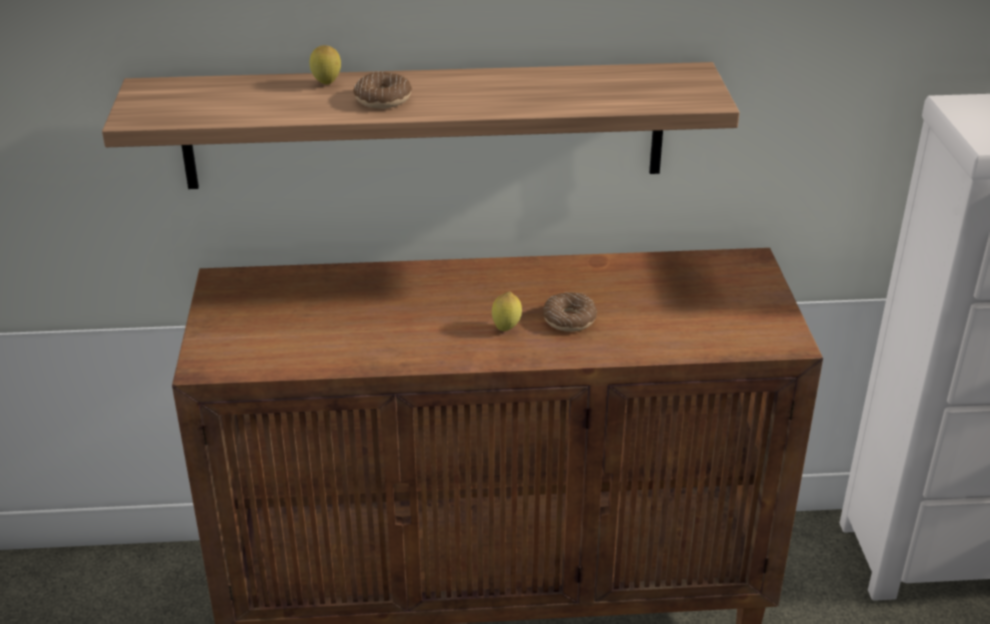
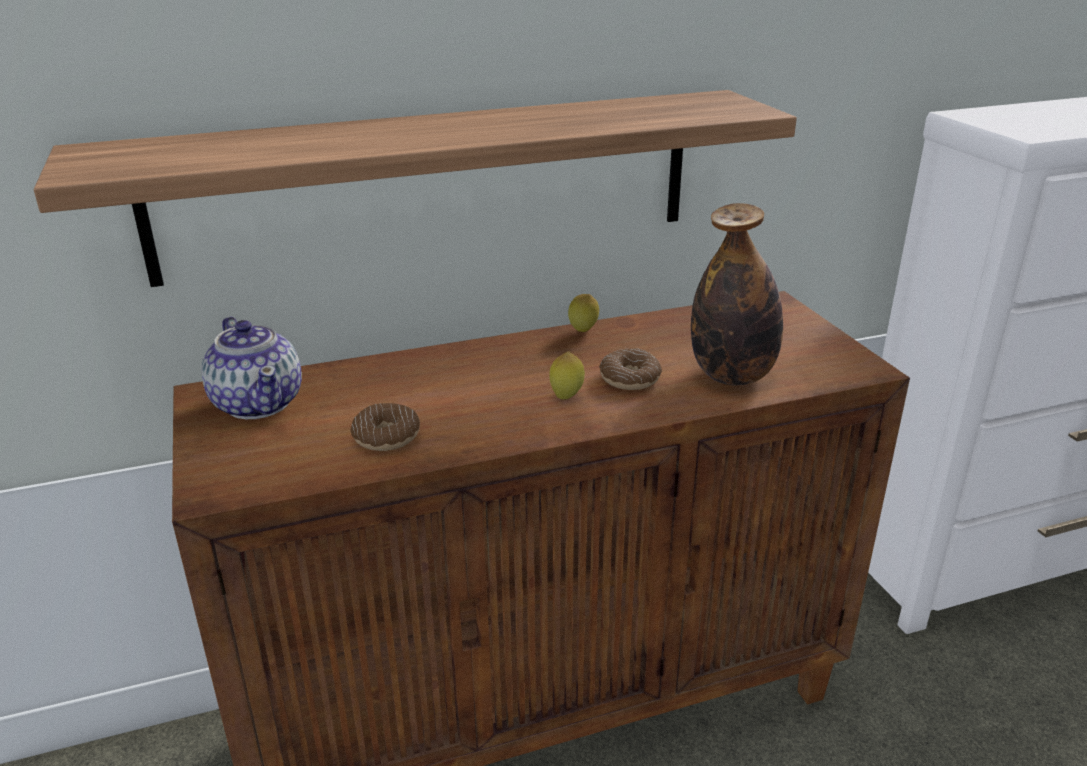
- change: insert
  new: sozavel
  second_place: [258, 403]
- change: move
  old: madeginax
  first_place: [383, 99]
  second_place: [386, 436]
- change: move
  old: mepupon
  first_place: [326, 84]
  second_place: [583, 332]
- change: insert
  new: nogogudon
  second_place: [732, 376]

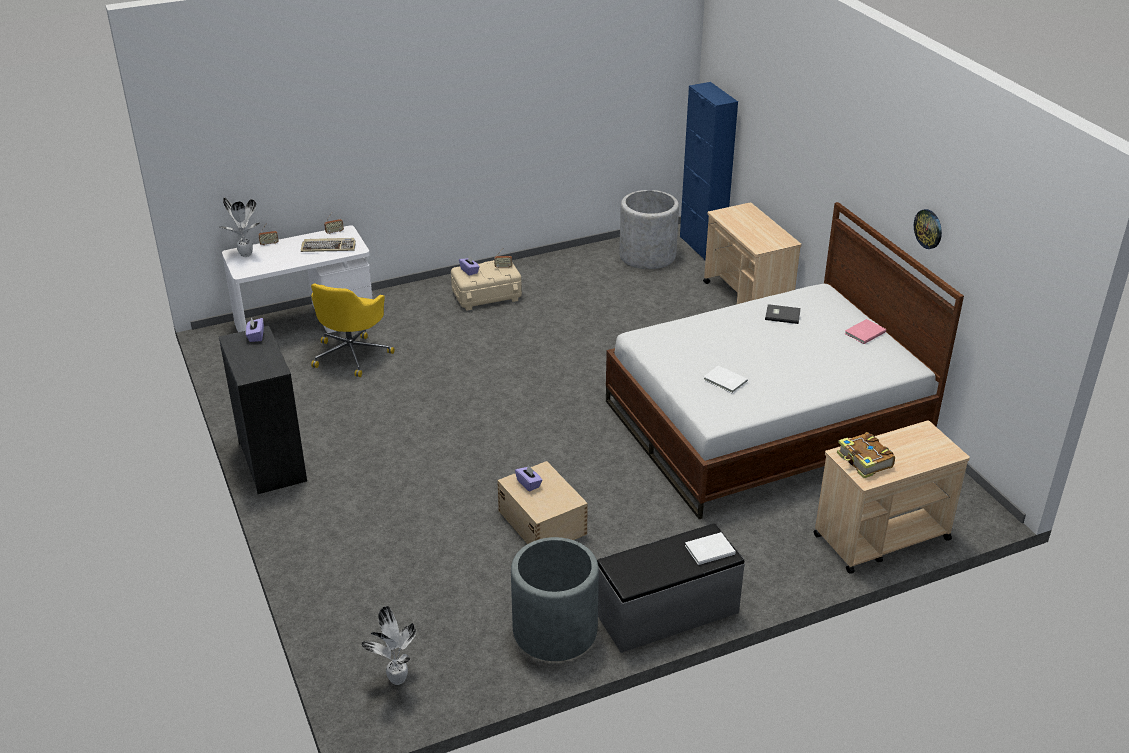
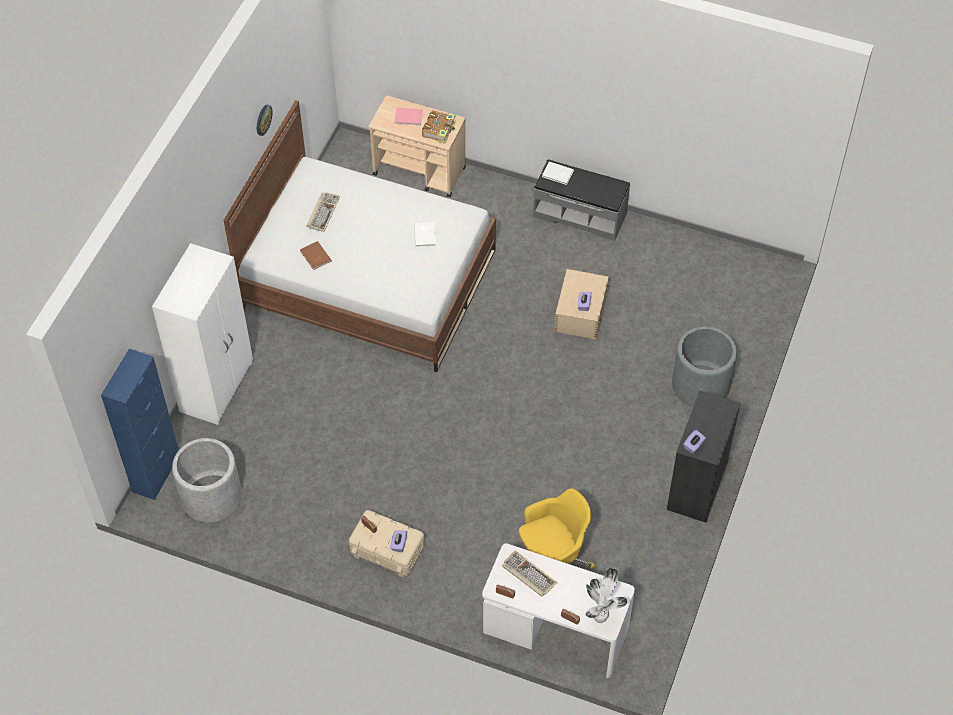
- change: replace
  old: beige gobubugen
  new: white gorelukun
  first_place: [747, 300]
  second_place: [217, 387]
- change: recolor
  old: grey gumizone
  new: brown gumizone
  first_place: [782, 315]
  second_place: [315, 257]
- change: insert
  new: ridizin
  second_place: [323, 212]
- change: move
  old: pink gumizone
  first_place: [864, 332]
  second_place: [409, 118]
- change: move
  old: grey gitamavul
  first_place: [555, 630]
  second_place: [700, 385]
- change: delete
  old: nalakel
  first_place: [396, 680]

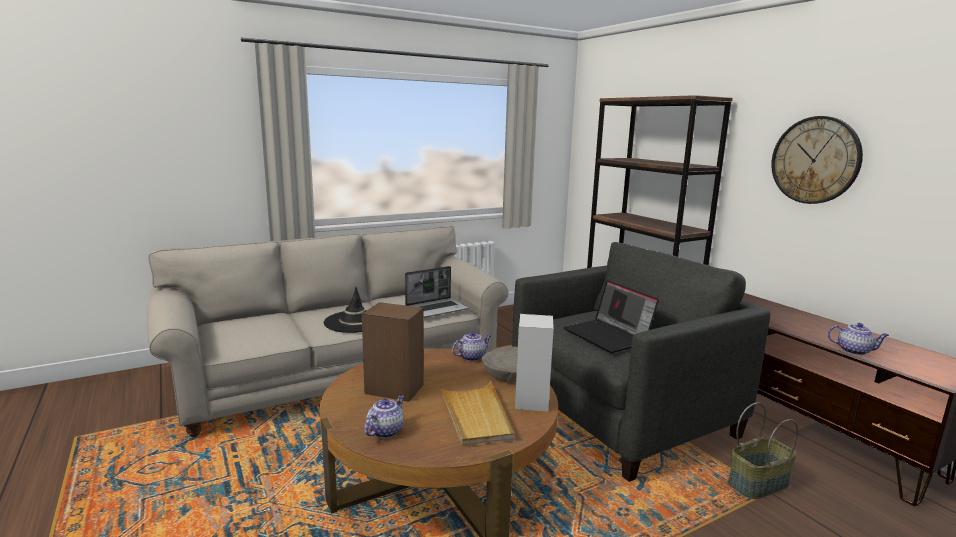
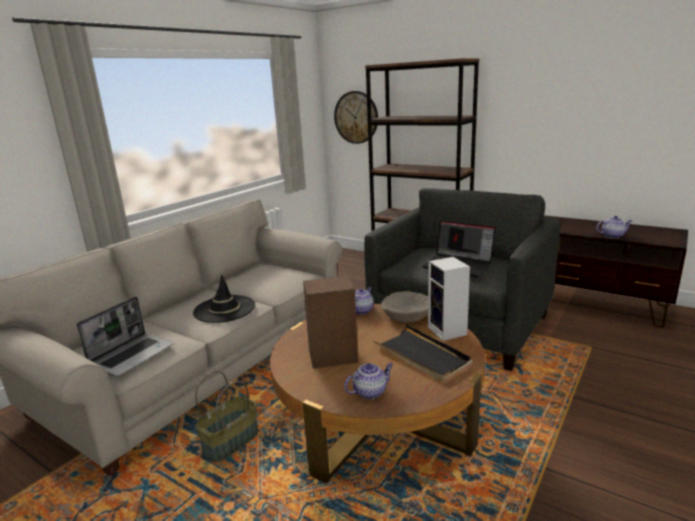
- change: move
  old: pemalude
  first_place: [437, 309]
  second_place: [132, 355]
- change: move
  old: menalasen
  first_place: [757, 483]
  second_place: [231, 441]
- change: move
  old: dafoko
  first_place: [815, 160]
  second_place: [356, 117]
- change: rotate
  old: sozavel
  first_place: [385, 431]
  second_place: [370, 392]
  degrees: 60
- change: recolor
  old: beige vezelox
  new: black vezelox
  first_place: [475, 415]
  second_place: [422, 355]

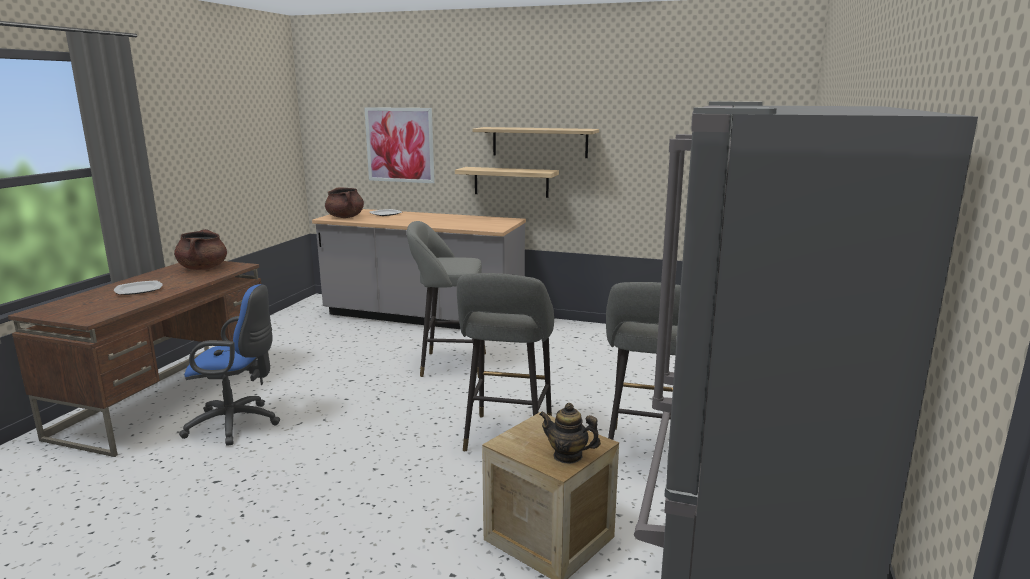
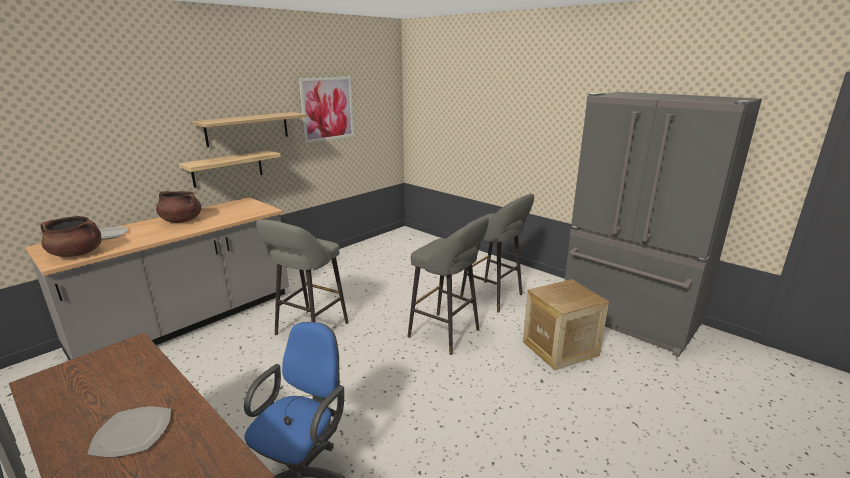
- change: move
  old: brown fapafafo
  first_place: [203, 268]
  second_place: [181, 220]
- change: move
  old: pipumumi
  first_place: [400, 145]
  second_place: [327, 109]
- change: delete
  old: sozavel
  first_place: [568, 456]

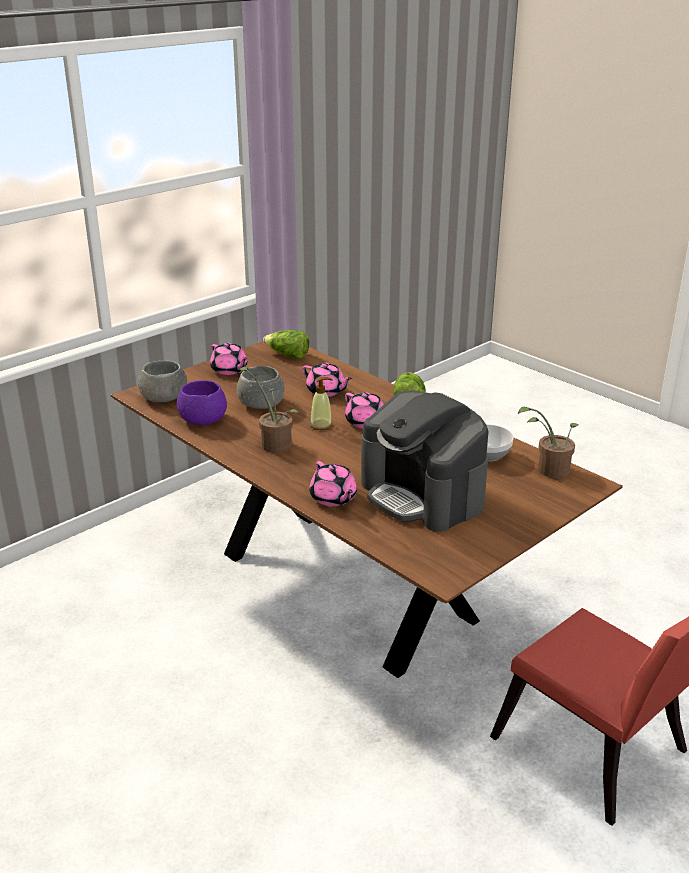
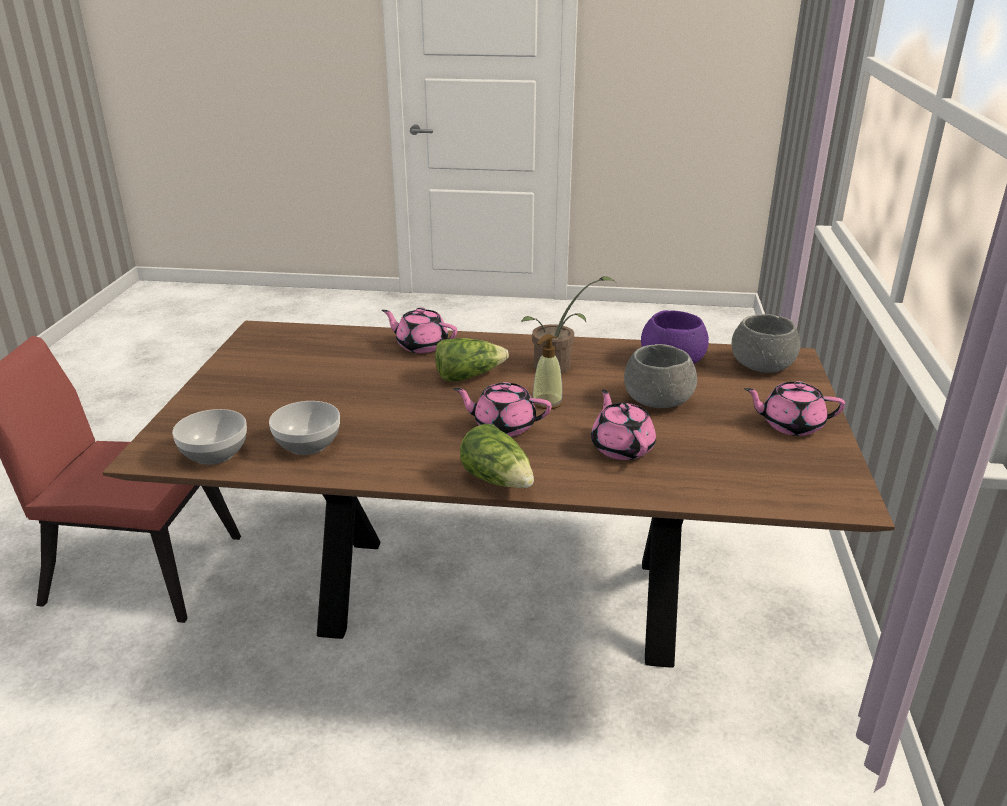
- change: replace
  old: nalakel
  new: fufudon
  first_place: [548, 470]
  second_place: [213, 454]
- change: move
  old: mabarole
  first_place: [287, 355]
  second_place: [468, 376]
- change: rotate
  old: pink sozavel
  first_place: [326, 391]
  second_place: [621, 447]
  degrees: 75
- change: delete
  old: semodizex
  first_place: [423, 495]

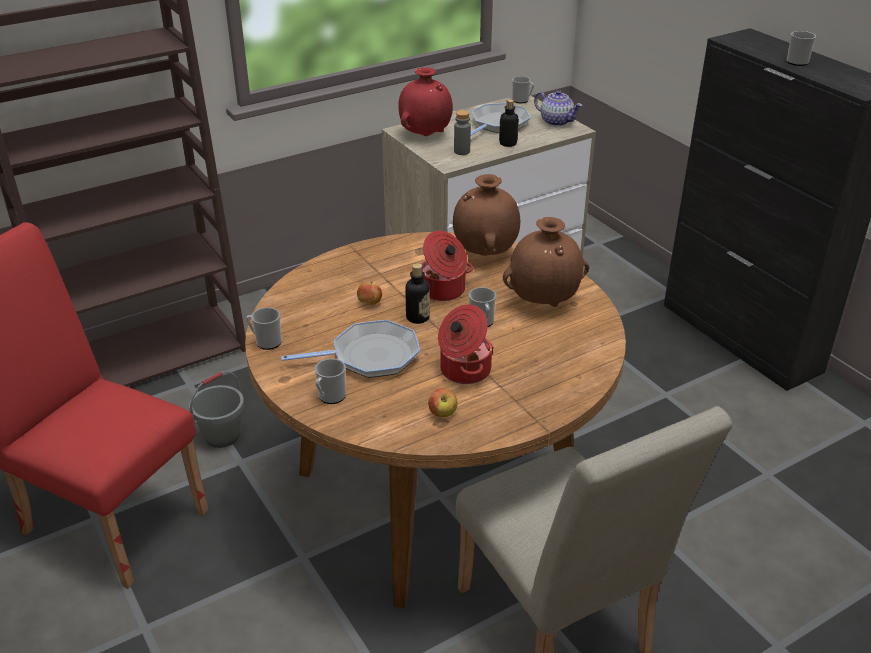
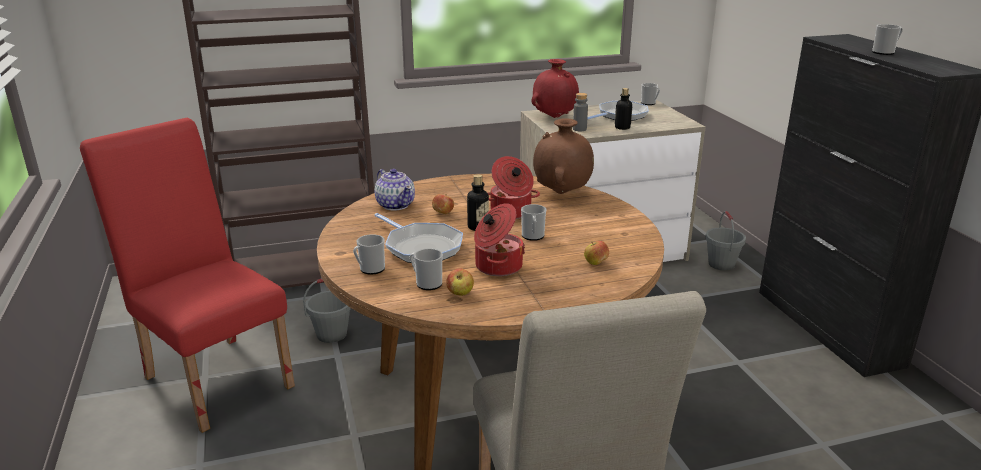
- change: rotate
  old: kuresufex
  first_place: [370, 356]
  second_place: [421, 247]
  degrees: 45
- change: move
  old: sozavel
  first_place: [556, 121]
  second_place: [395, 205]
- change: move
  old: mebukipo
  first_place: [265, 342]
  second_place: [426, 283]
- change: insert
  new: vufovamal
  second_place: [595, 263]
- change: insert
  new: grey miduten
  second_place: [721, 264]
- change: delete
  old: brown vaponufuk
  first_place: [544, 301]

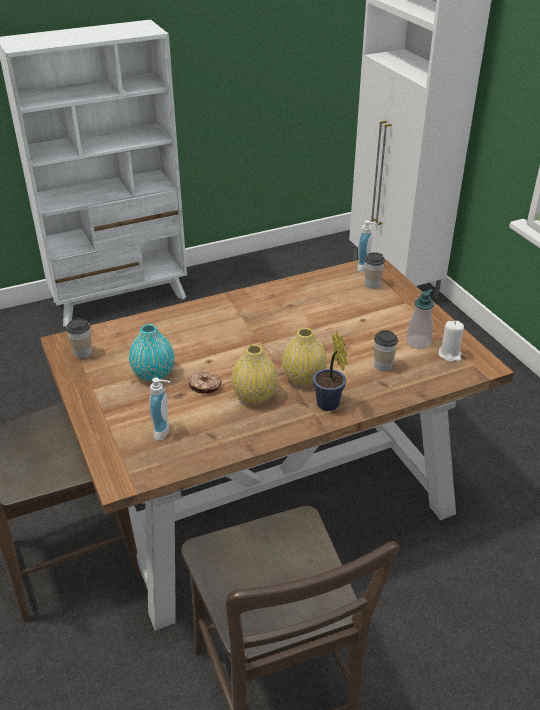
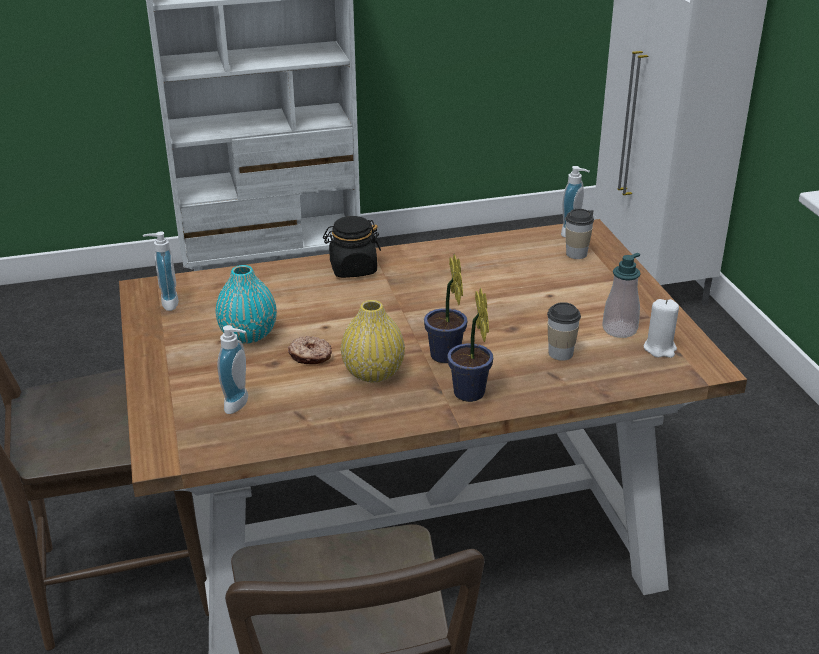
- change: replace
  old: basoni
  new: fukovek
  first_place: [83, 353]
  second_place: [166, 303]
- change: insert
  new: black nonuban
  second_place: [353, 269]
- change: replace
  old: yellow vaponufuk
  new: nalakel
  first_place: [303, 377]
  second_place: [446, 358]

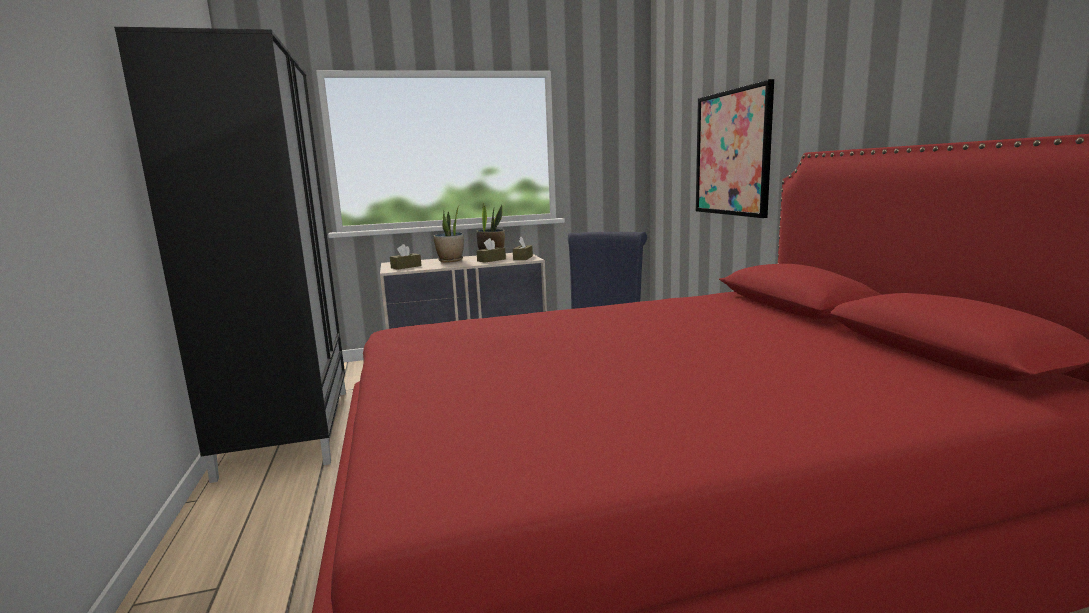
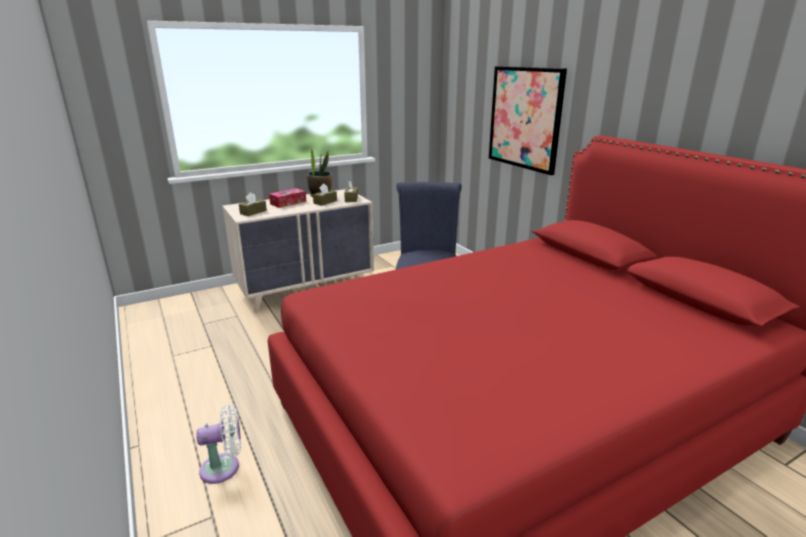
- change: insert
  new: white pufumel
  second_place: [224, 468]
- change: replace
  old: nalakel
  new: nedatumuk
  first_place: [450, 261]
  second_place: [288, 203]
- change: delete
  old: black gorelukun
  first_place: [288, 430]

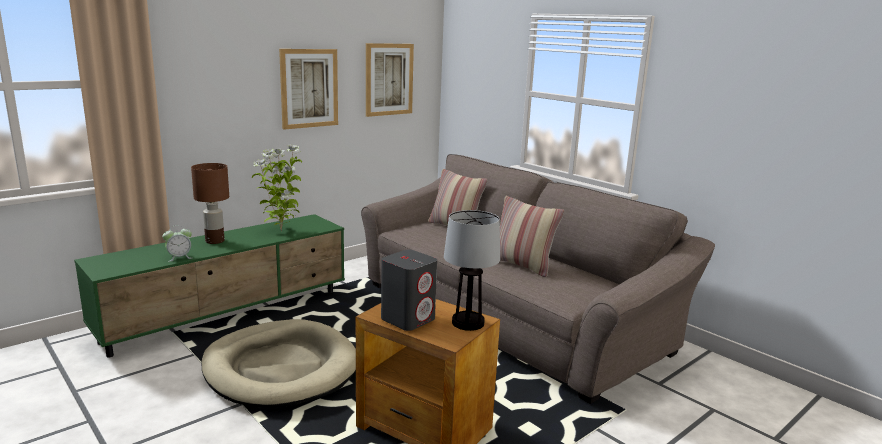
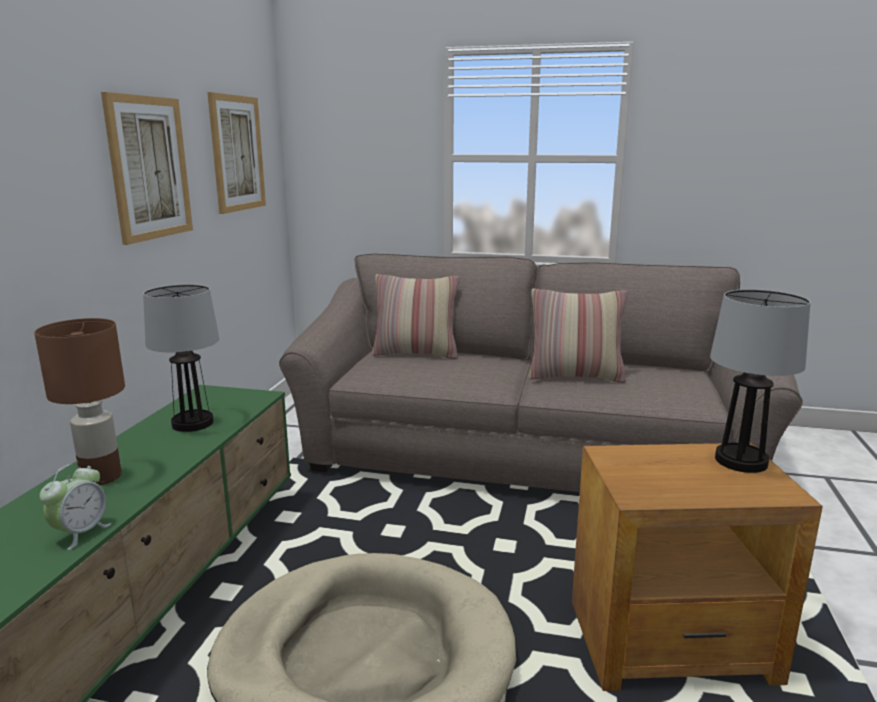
- change: replace
  old: nalakel
  new: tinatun
  first_place: [281, 230]
  second_place: [193, 423]
- change: delete
  old: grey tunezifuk
  first_place: [408, 319]

